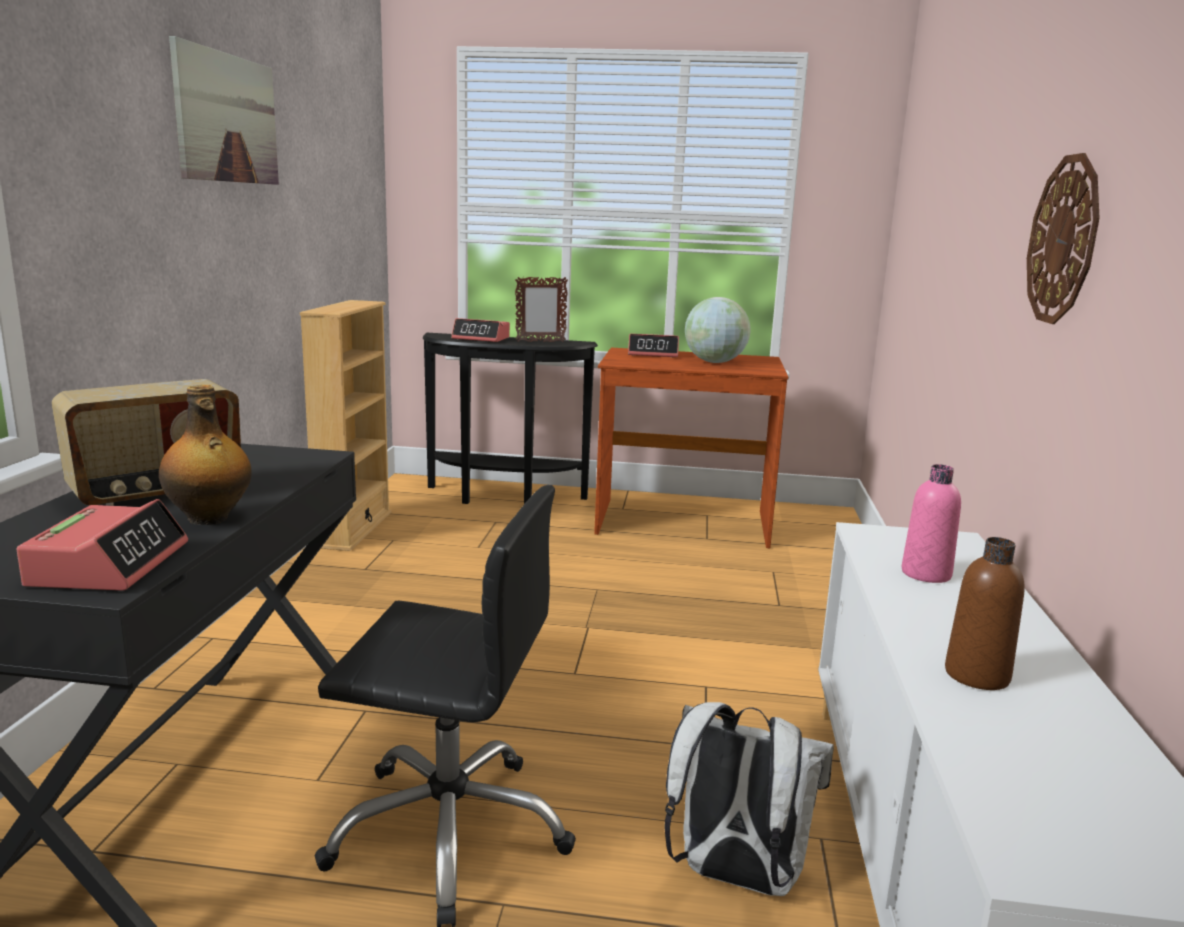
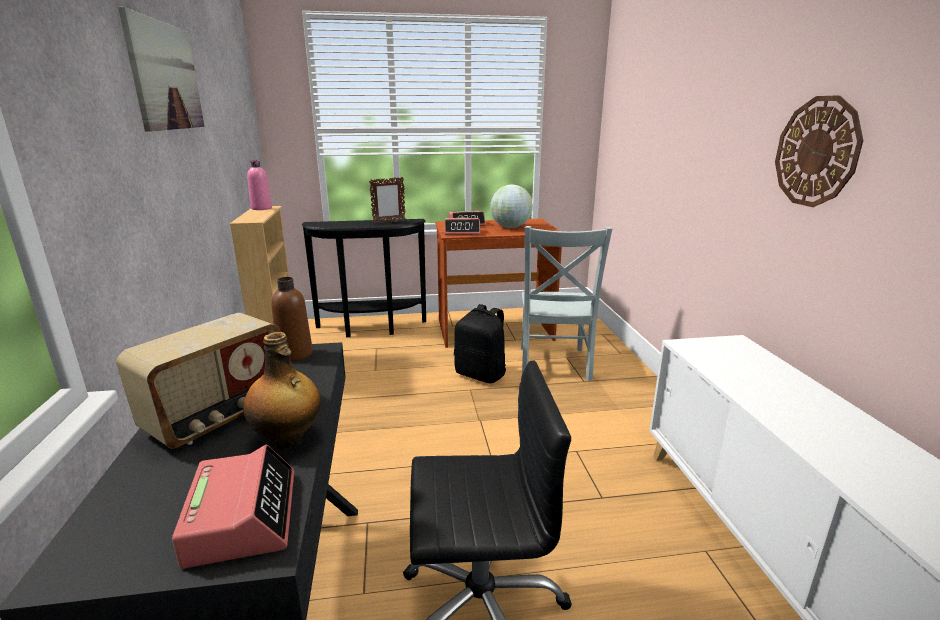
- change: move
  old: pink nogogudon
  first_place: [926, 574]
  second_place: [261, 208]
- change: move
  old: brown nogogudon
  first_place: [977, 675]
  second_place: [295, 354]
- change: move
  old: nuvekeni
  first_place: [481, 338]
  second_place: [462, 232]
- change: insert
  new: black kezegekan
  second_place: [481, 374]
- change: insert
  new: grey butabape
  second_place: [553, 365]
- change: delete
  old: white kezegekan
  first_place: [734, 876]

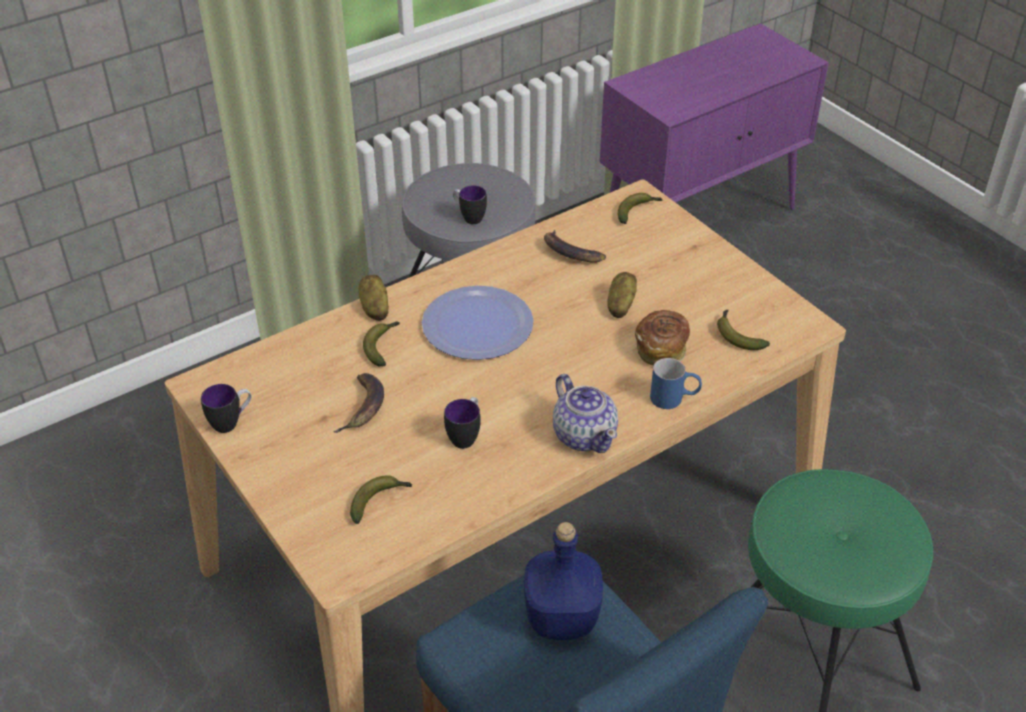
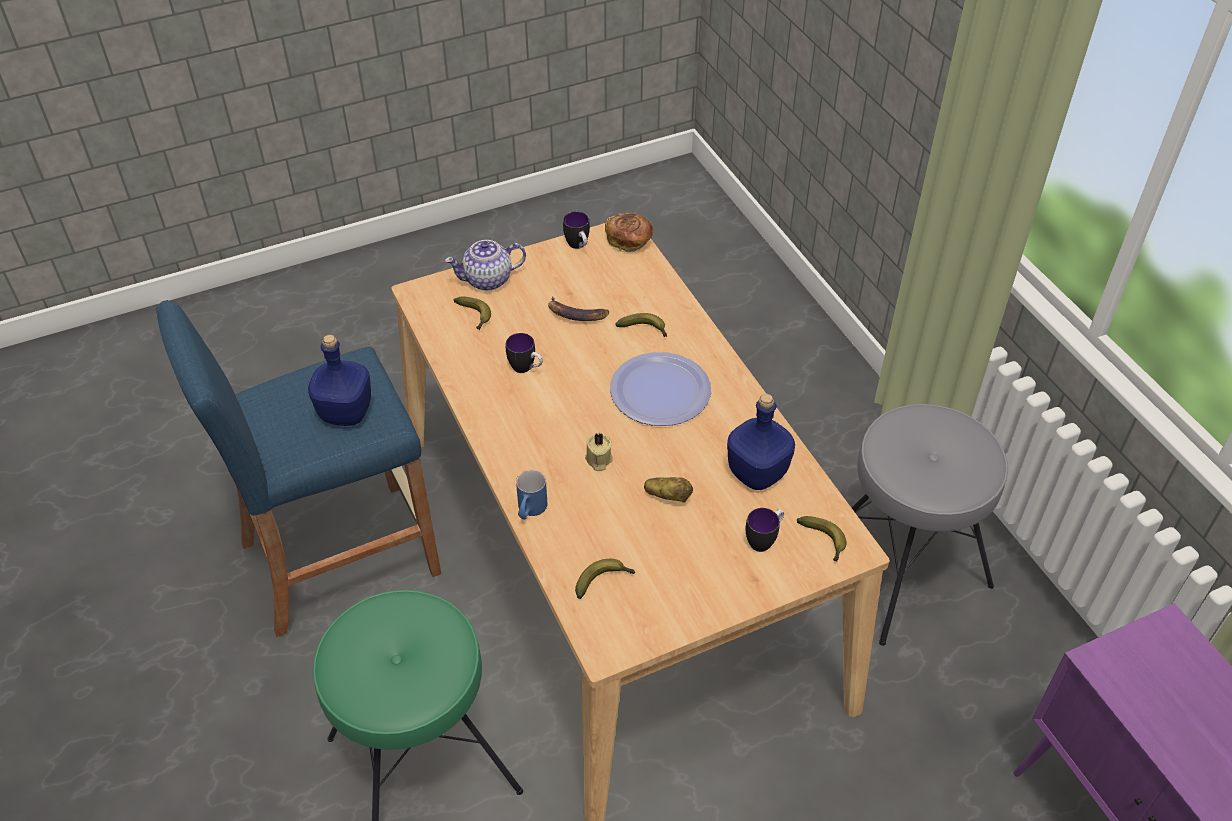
- change: move
  old: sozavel
  first_place: [584, 435]
  second_place: [488, 280]
- change: insert
  new: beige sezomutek
  second_place: [598, 460]
- change: move
  old: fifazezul
  first_place: [661, 348]
  second_place: [629, 242]
- change: replace
  old: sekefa
  new: blue nogogudon
  first_place: [570, 252]
  second_place: [758, 472]
- change: move
  old: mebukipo
  first_place: [469, 217]
  second_place: [764, 540]
- change: delete
  old: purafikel
  first_place: [374, 308]

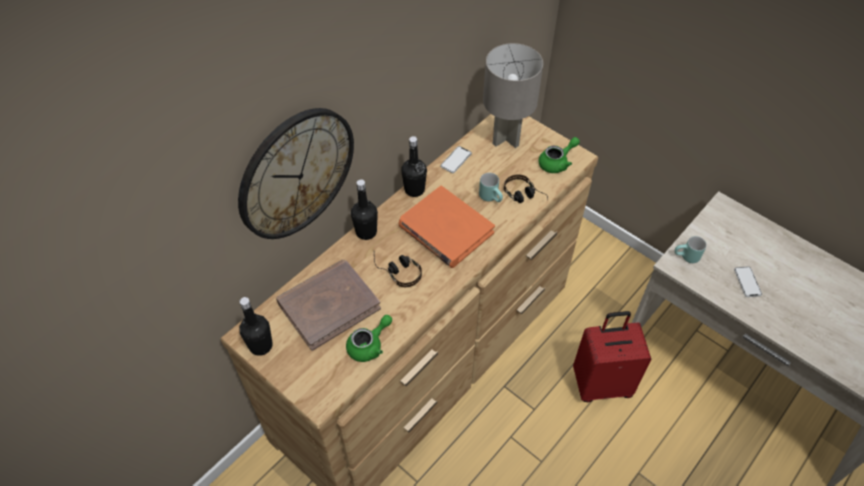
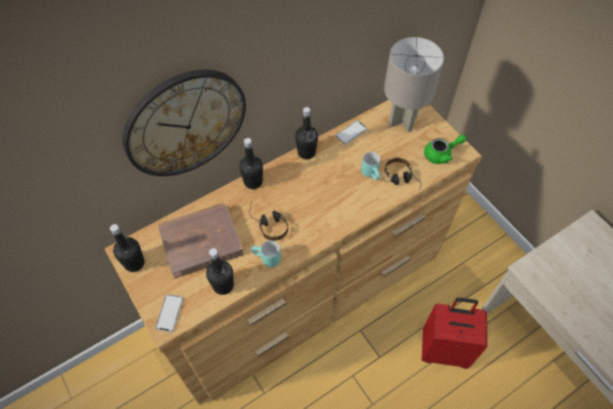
- change: move
  old: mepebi
  first_place: [747, 282]
  second_place: [169, 313]
- change: replace
  old: green sozavel
  new: black nogogudon
  first_place: [369, 345]
  second_place: [223, 285]
- change: move
  old: turquoise mebukipo
  first_place: [686, 258]
  second_place: [266, 259]
- change: delete
  old: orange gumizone
  first_place: [445, 230]

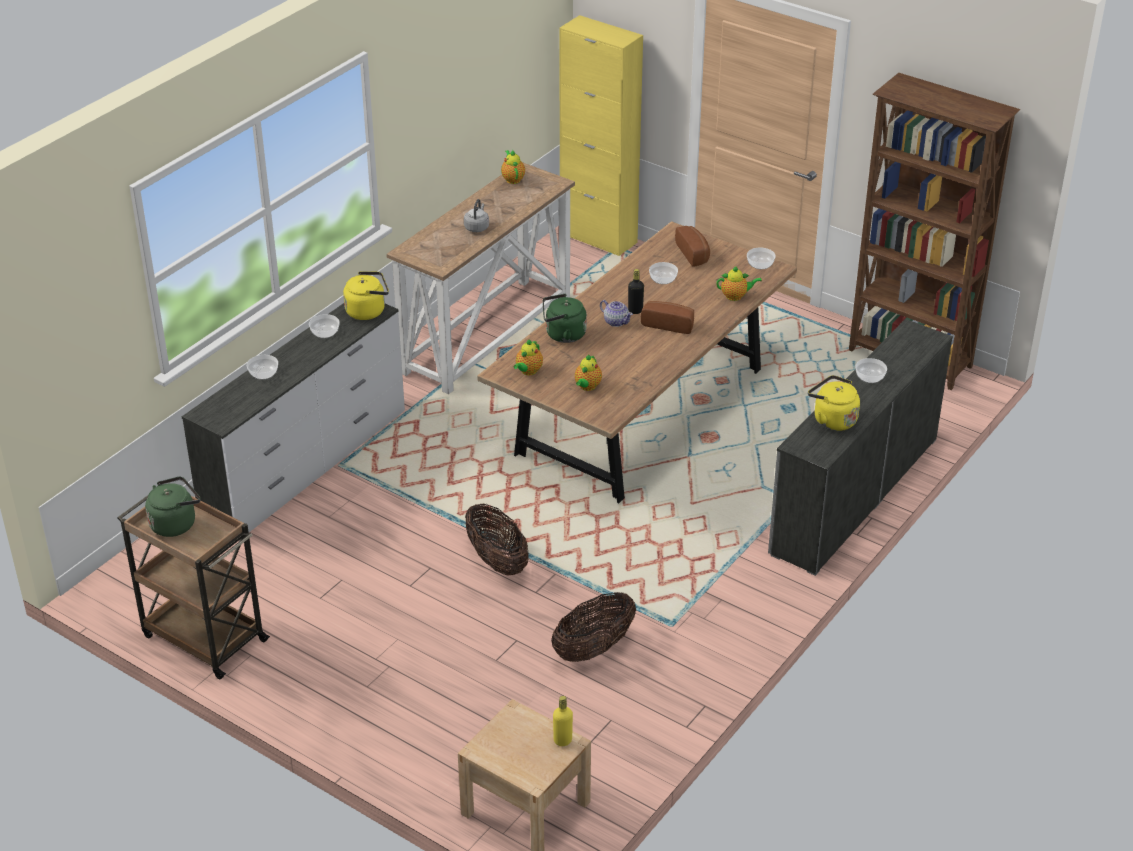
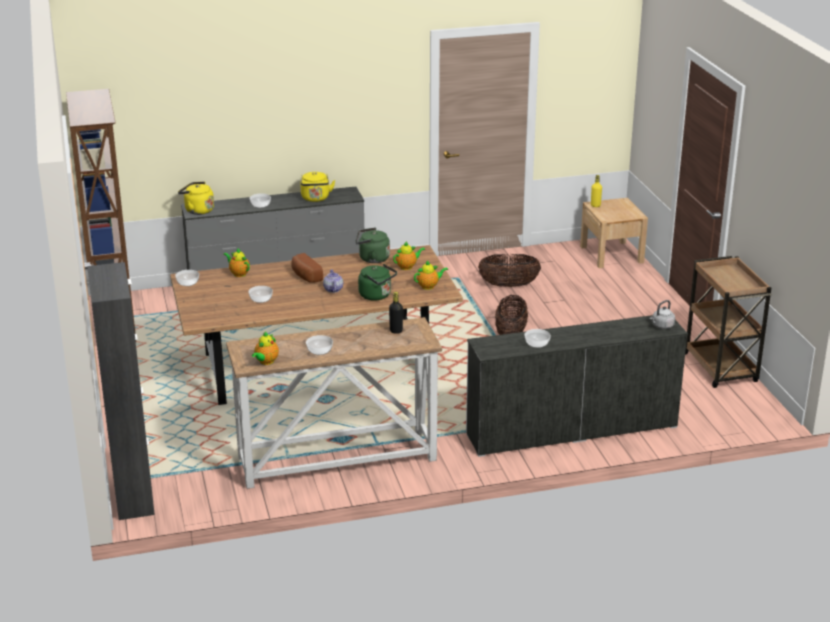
- change: recolor
  old: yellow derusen
  new: black derusen
  first_place: [598, 238]
  second_place: [133, 495]
- change: move
  old: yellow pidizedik
  first_place: [368, 311]
  second_place: [197, 210]
- change: move
  old: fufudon
  first_place: [264, 373]
  second_place: [319, 350]
- change: move
  old: green pidizedik
  first_place: [175, 523]
  second_place: [372, 259]
- change: move
  old: black nogogudon
  first_place: [635, 310]
  second_place: [396, 331]
- change: move
  old: grey pidizedik
  first_place: [477, 227]
  second_place: [661, 326]
- change: delete
  old: fifazezul
  first_place: [694, 253]

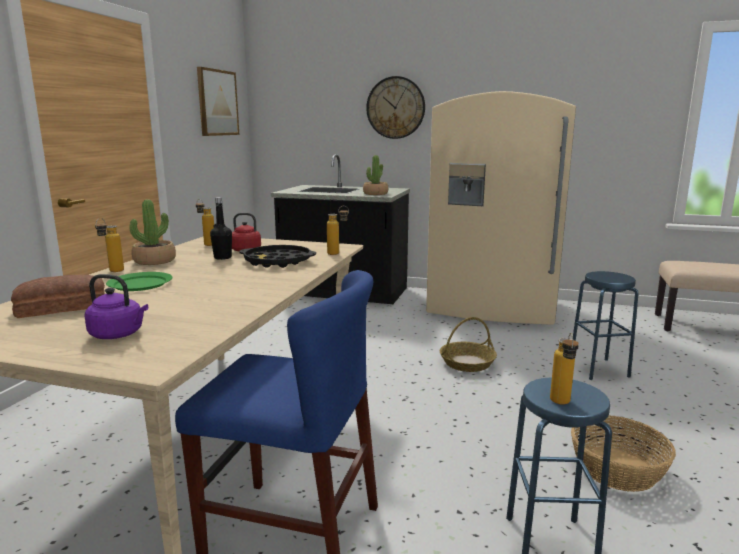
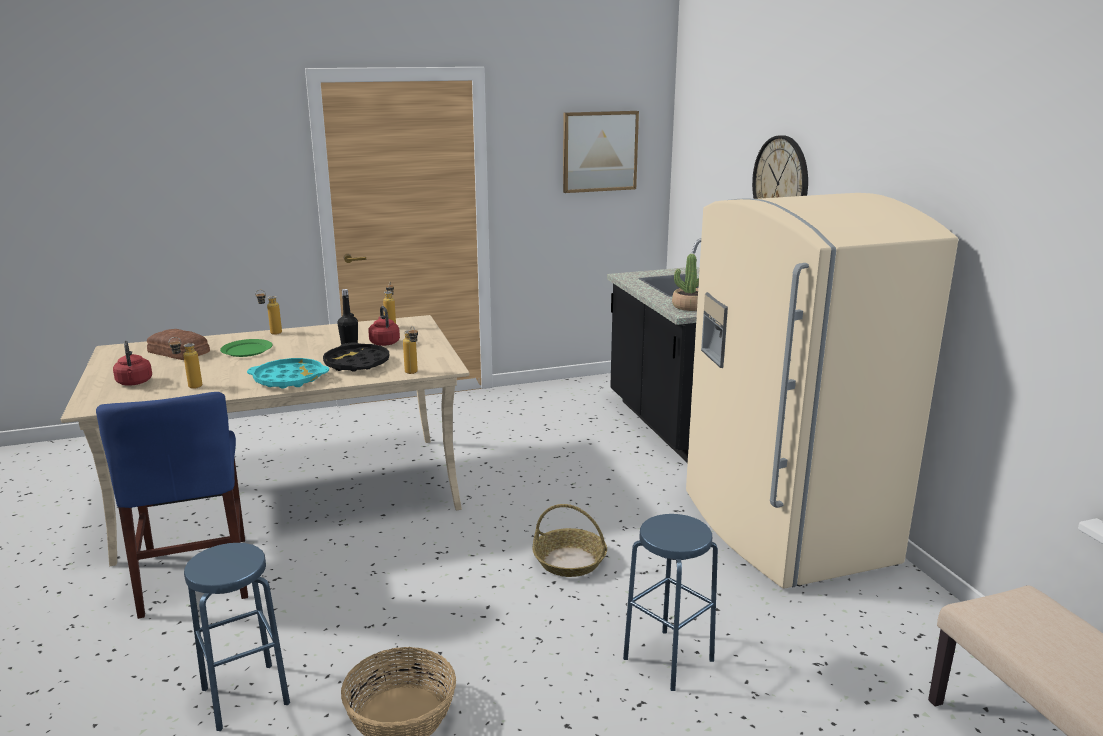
- change: recolor
  old: purple pidizedik
  new: red pidizedik
  first_place: [119, 334]
  second_place: [134, 383]
- change: move
  old: nogogudon
  first_place: [561, 404]
  second_place: [189, 387]
- change: insert
  new: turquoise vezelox
  second_place: [289, 379]
- change: delete
  old: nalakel
  first_place: [154, 261]

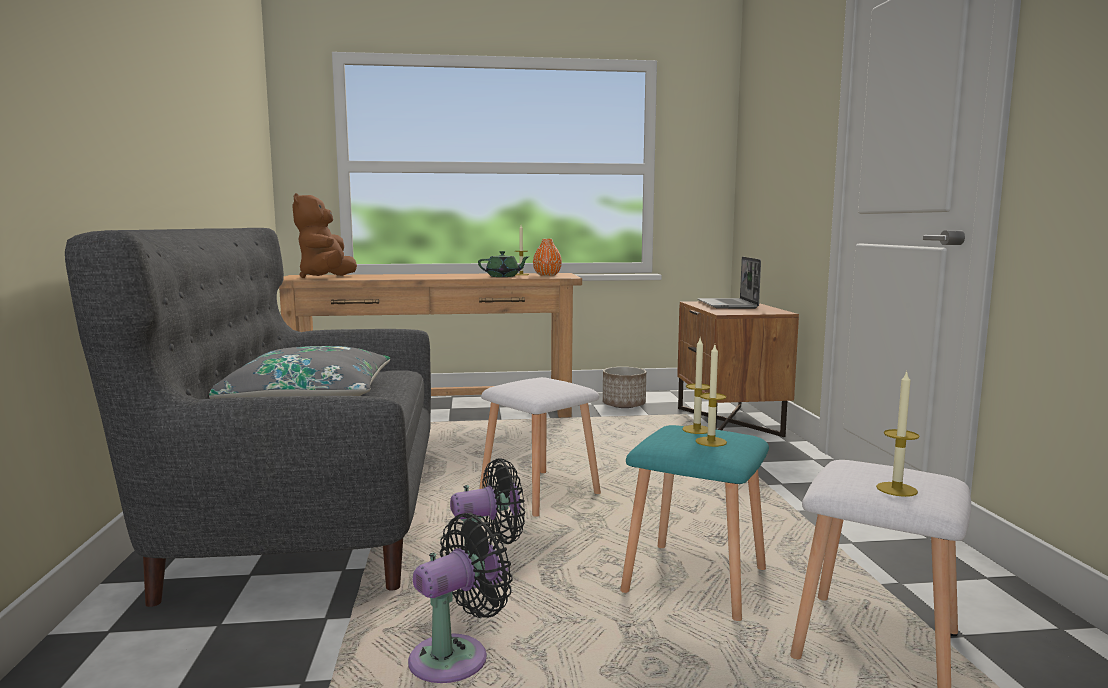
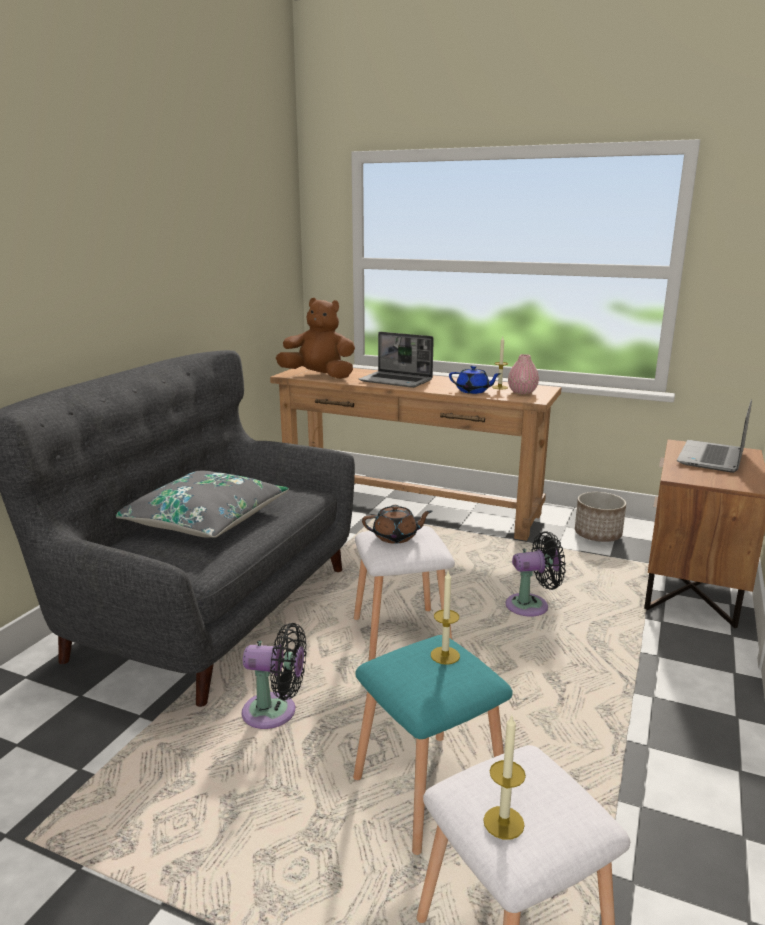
- change: rotate
  old: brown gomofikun
  first_place: [327, 278]
  second_place: [319, 376]
  degrees: 75
- change: insert
  new: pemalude
  second_place: [397, 381]
- change: insert
  new: brown sozavel
  second_place: [396, 537]
- change: recolor
  old: green sozavel
  new: blue sozavel
  first_place: [503, 276]
  second_place: [473, 391]
- change: move
  old: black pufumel
  first_place: [456, 657]
  second_place: [531, 606]
- change: recolor
  old: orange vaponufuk
  new: pink vaponufuk
  first_place: [547, 275]
  second_place: [522, 392]
- change: delete
  old: sezomutek
  first_place: [711, 442]

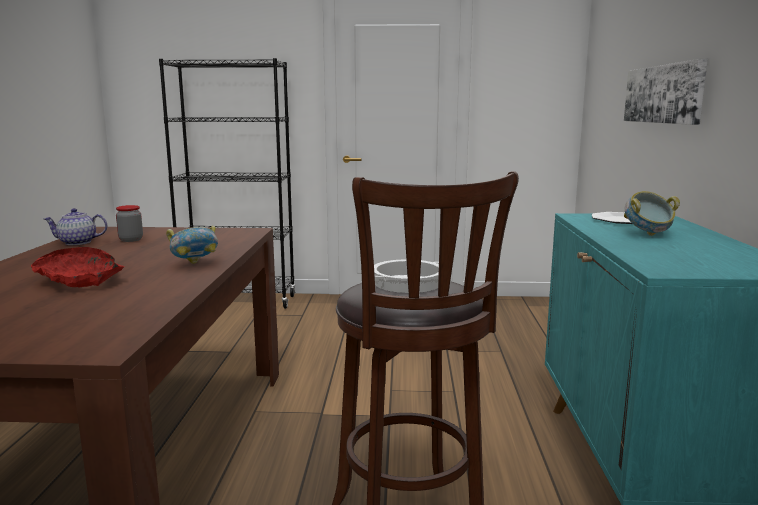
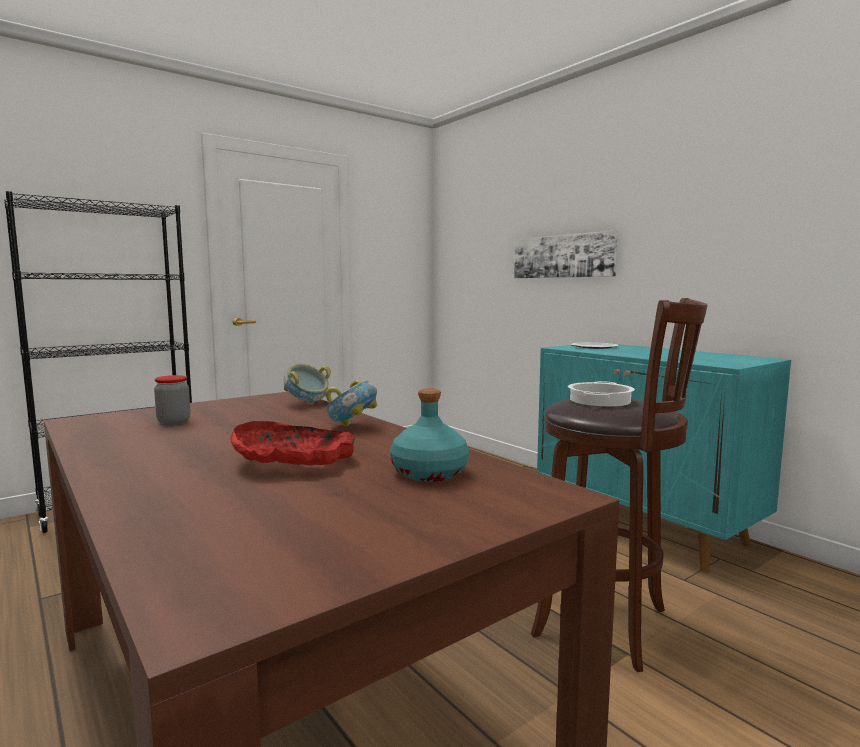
- change: move
  old: fufudon
  first_place: [647, 234]
  second_place: [307, 404]
- change: insert
  new: turquoise nogogudon
  second_place: [428, 473]
- change: delete
  old: sozavel
  first_place: [77, 242]

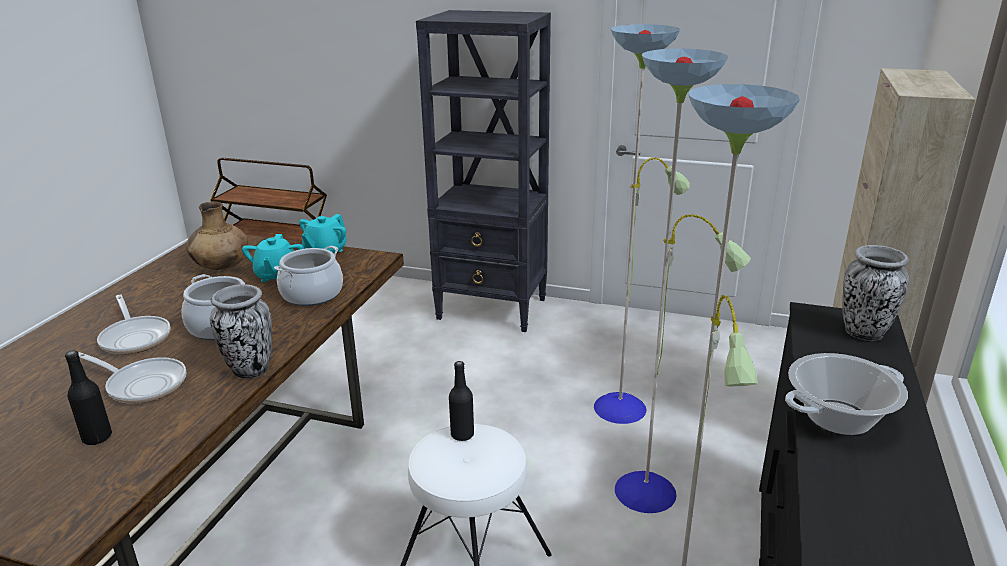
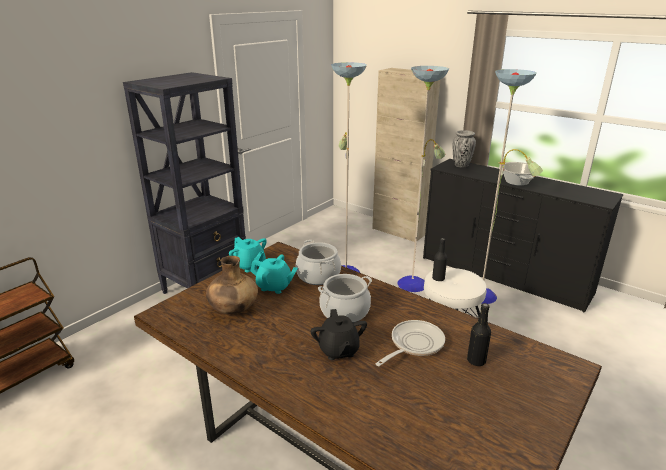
- change: replace
  old: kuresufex
  new: black sozavel
  first_place: [135, 337]
  second_place: [338, 350]
- change: delete
  old: vaponufuk
  first_place: [250, 371]

